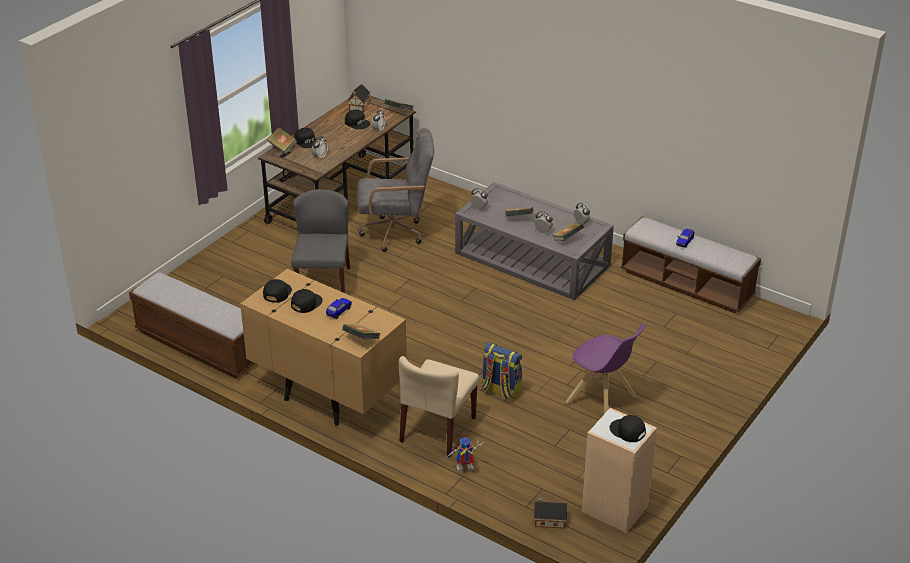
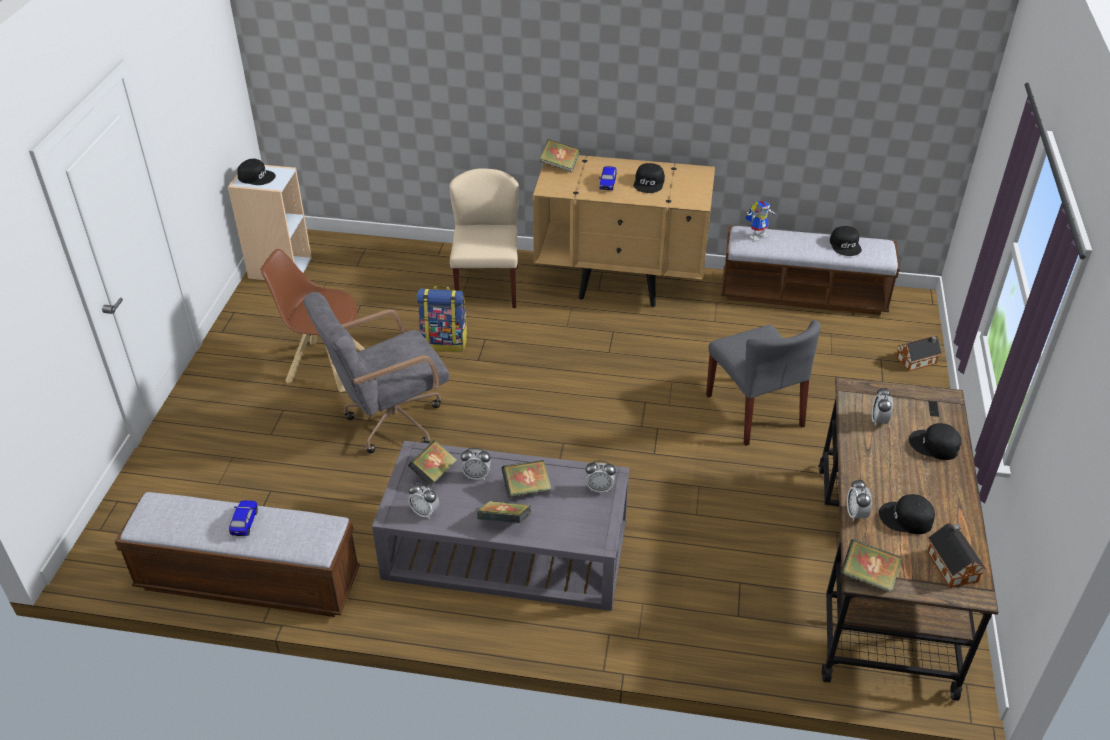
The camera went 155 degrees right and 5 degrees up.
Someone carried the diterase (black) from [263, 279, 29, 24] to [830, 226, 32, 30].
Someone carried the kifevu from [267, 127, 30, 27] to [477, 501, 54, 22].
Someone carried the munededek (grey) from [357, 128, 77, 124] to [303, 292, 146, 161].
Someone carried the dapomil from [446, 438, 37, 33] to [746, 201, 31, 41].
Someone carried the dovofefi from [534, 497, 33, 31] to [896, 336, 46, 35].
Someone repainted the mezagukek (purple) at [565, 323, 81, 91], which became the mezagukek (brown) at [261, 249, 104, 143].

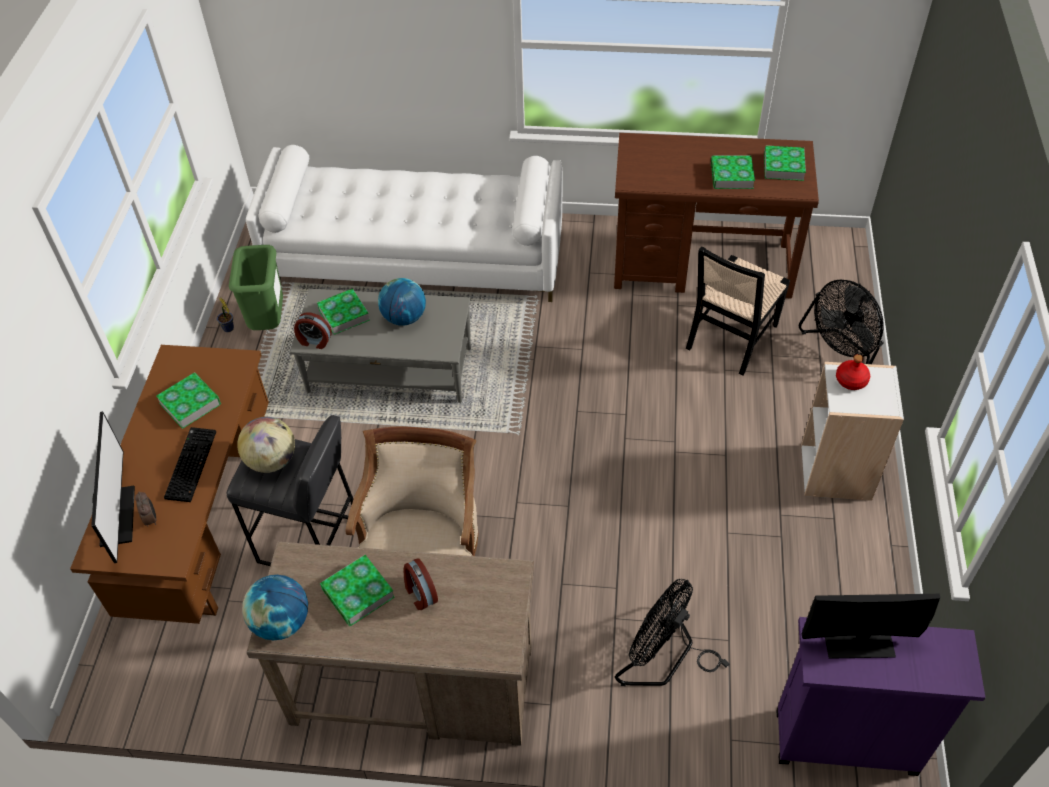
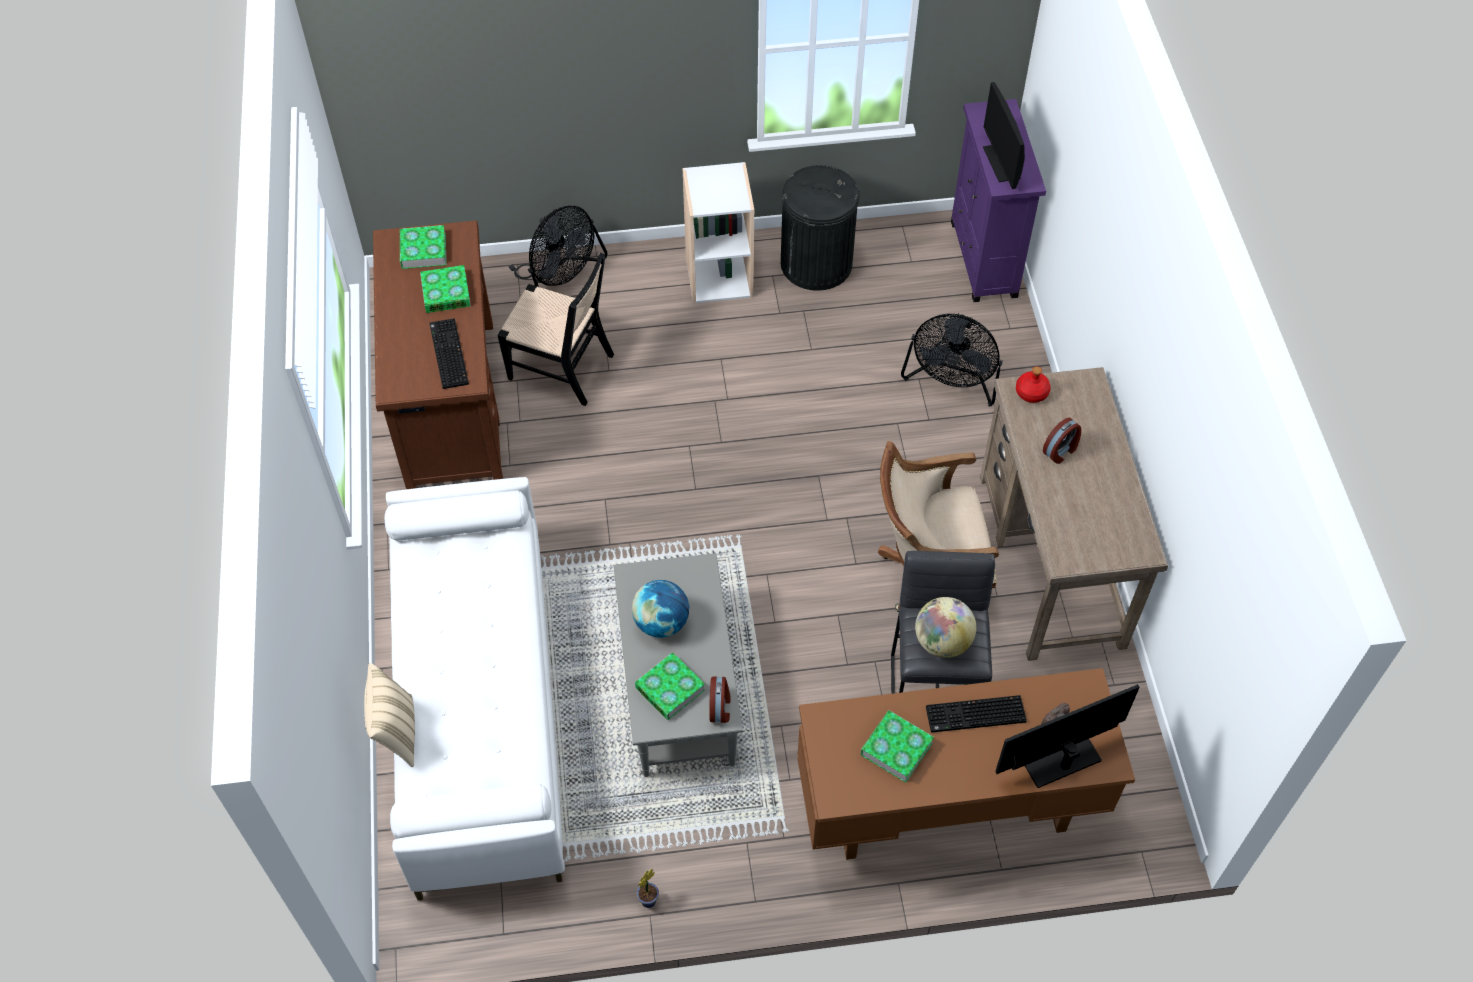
The camera went 105 degrees left and 5 degrees up.
Someone took away the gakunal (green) at [229, 245, 54, 85].
Someone took away the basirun at [242, 575, 66, 65].
Someone took away the kifevu at [320, 555, 74, 72].
Someone put down the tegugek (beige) at [364, 663, 51, 104].
Someone put down the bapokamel at [429, 318, 40, 71].
Someone put down the gakunal (black) at [781, 165, 79, 126].
Someone carried the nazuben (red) from [836, 354, 34, 36] to [1016, 366, 35, 37].

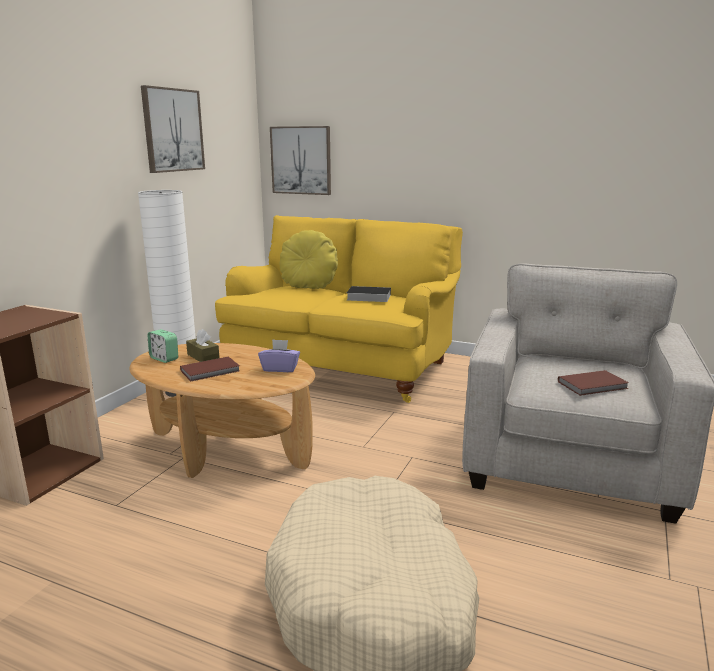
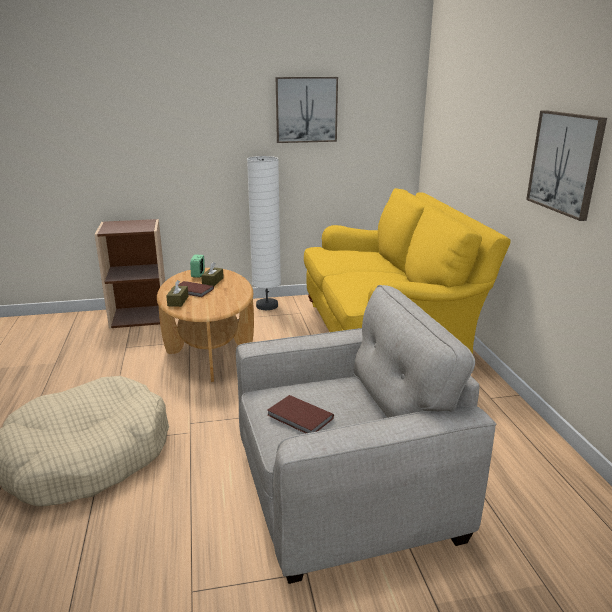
The camera went 55 degrees right and 5 degrees up.
Someone took away the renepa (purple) at [258, 339, 42, 33].
Someone took away the tegugek (yellow) at [280, 230, 58, 59].
Someone took away the kifevu at [347, 286, 44, 16].
Someone put down the renepa (brown) at [166, 280, 22, 27].
Someone carried the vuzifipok from [270, 126, 61, 69] to [526, 110, 81, 111].

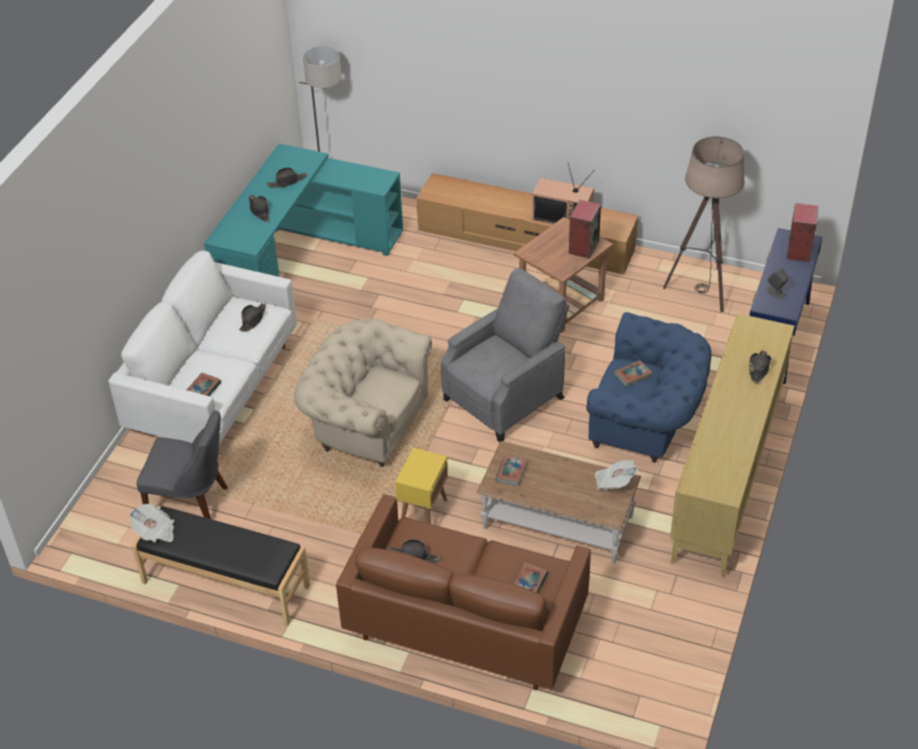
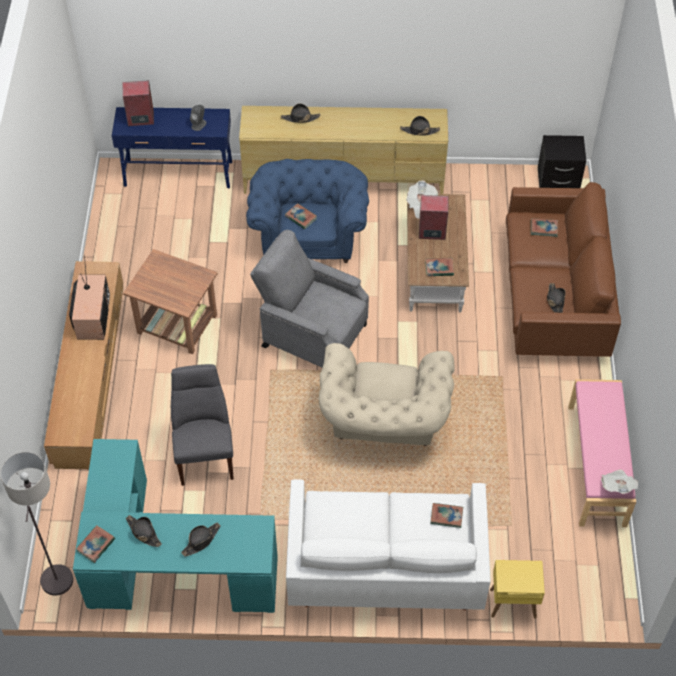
The camera went 110 degrees left and 10 degrees up.
Someone took away the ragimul at [663, 137, 82, 175].
Someone put down the kifevu at [76, 525, 39, 38].
Someone put down the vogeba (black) at [538, 135, 48, 53].
Someone carried the mezagukek (grey) from [136, 410, 92, 109] to [171, 364, 63, 122].
Someone carried the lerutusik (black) from [239, 303, 27, 29] to [400, 116, 40, 19].
Someone carried the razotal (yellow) from [395, 448, 53, 76] to [490, 560, 55, 58].
Someone carried the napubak from [569, 200, 32, 59] to [419, 195, 30, 45].
Someone repainted the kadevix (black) at [132, 506, 179, 121], which became the kadevix (pink) at [568, 379, 68, 148].

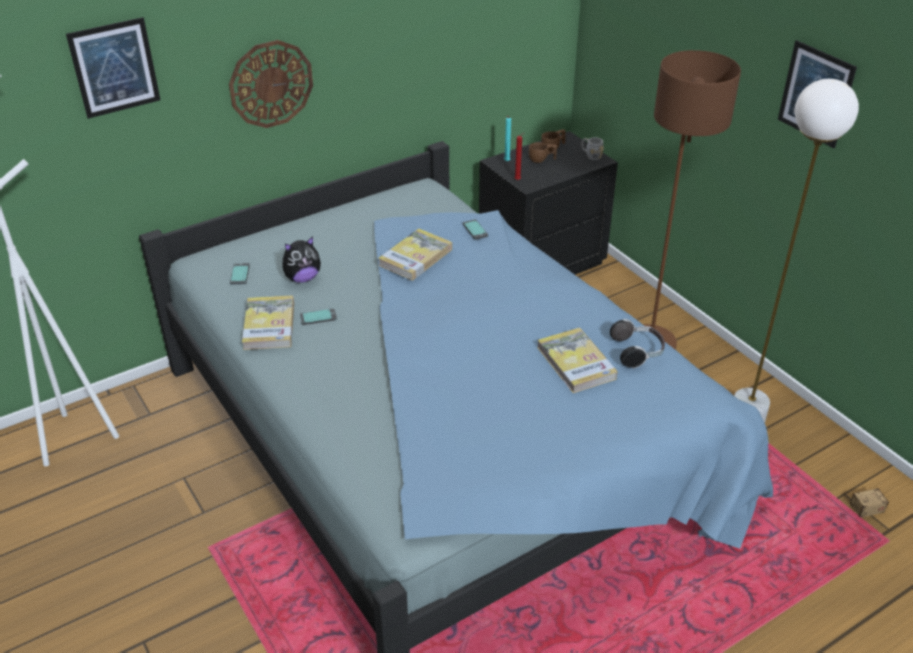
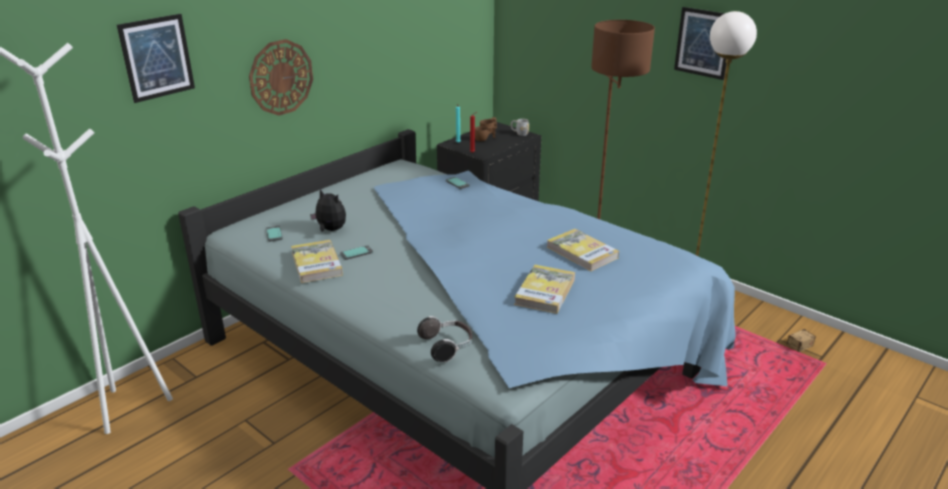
The camera went 15 degrees left and 10 degrees down.
Someone carried the kifevu from [378, 229, 74, 52] to [514, 264, 61, 50].
Someone carried the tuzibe from [610, 319, 55, 50] to [417, 316, 55, 47].
Someone rotated the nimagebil at [282, 237, 39, 46] by 105 degrees counterclockwise.

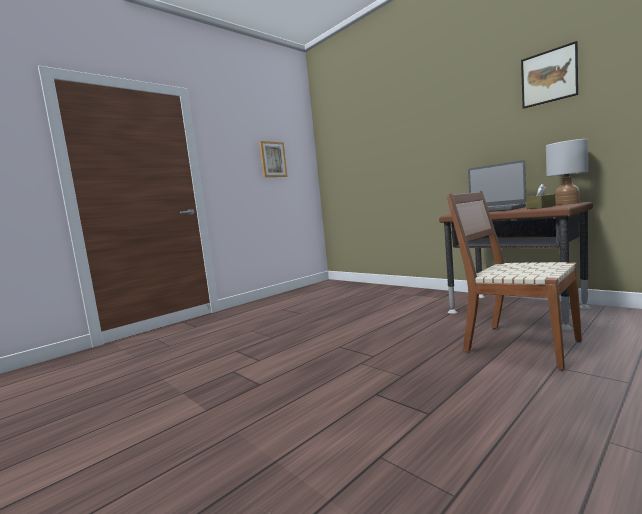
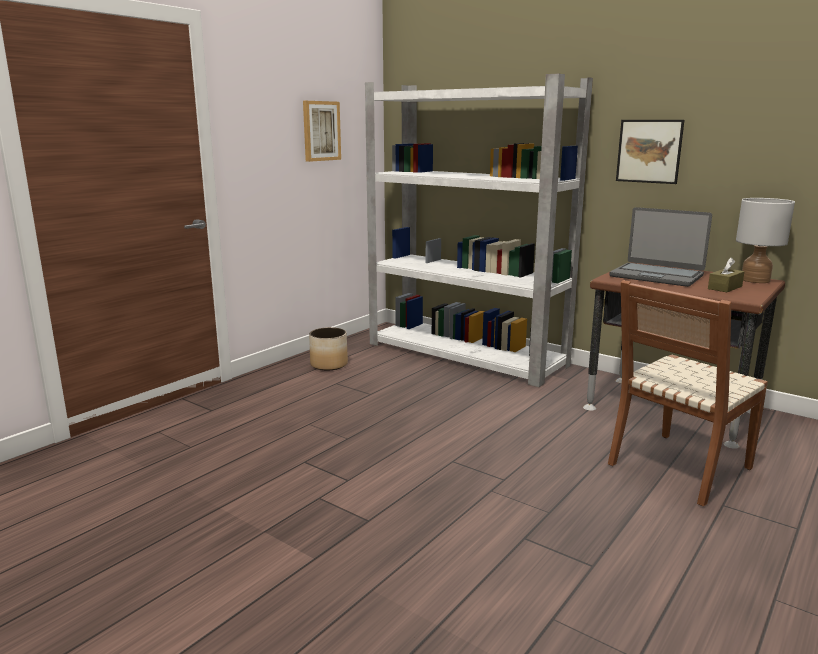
The camera went 10 degrees left and 10 degrees up.
Someone put down the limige at [309, 327, 39, 44].
Someone put down the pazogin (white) at [365, 74, 228, 313].
Someone carried the vuzifipok from [521, 41, 57, 68] to [616, 120, 68, 64].
Someone rotated the mezagukek at [447, 191, 135, 180] by 75 degrees counterclockwise.

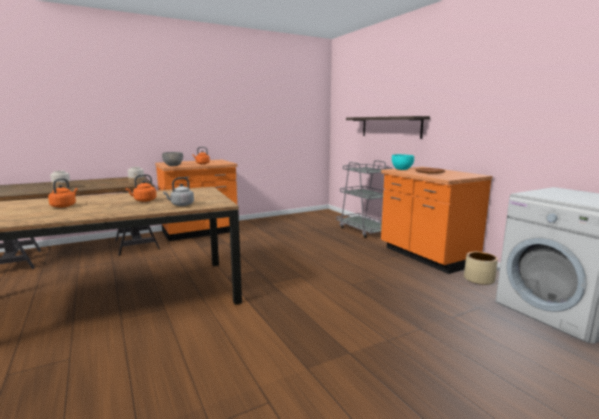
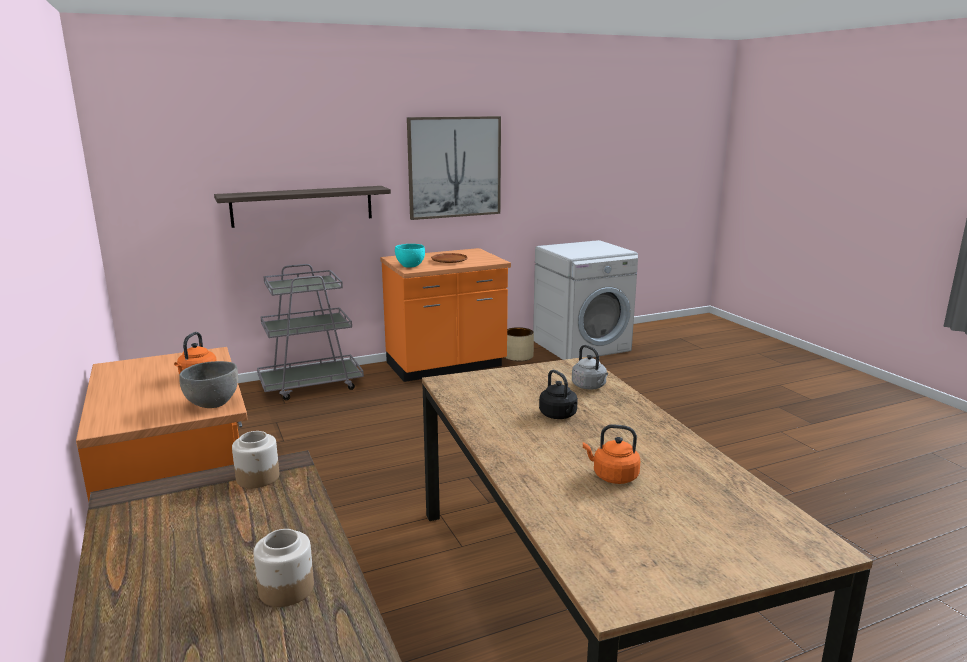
The camera went 85 degrees left and 5 degrees up.
Someone put up the vuzifipok at [407, 116, 94, 104].
Someone repainted the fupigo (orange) at [126, 174, 31, 28], which became the fupigo (black) at [539, 370, 39, 49].

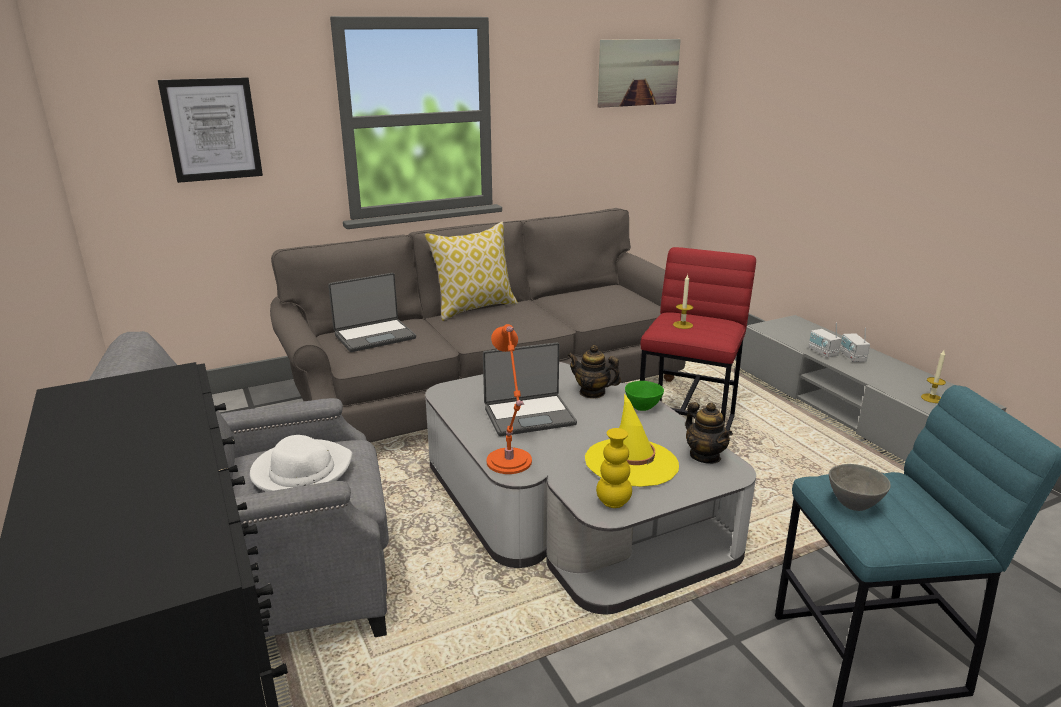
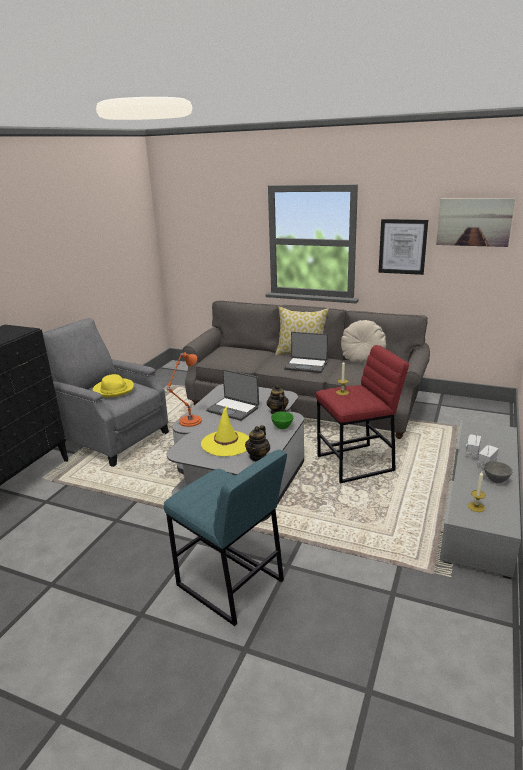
The camera went 50 degrees right and 0 degrees up.
Someone took away the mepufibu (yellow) at [596, 428, 36, 80].
Someone put down the tegugek (beige) at [341, 320, 45, 43].
Someone carried the vuzifipok from [158, 77, 105, 106] to [378, 219, 50, 56].
Someone carried the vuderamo from [328, 273, 88, 79] to [284, 332, 44, 41].
Someone carried the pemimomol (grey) from [829, 464, 62, 47] to [484, 461, 29, 22].
Someone repainted the lerutusik (white) at [250, 435, 102, 57], which became the lerutusik (yellow) at [93, 374, 41, 23].

